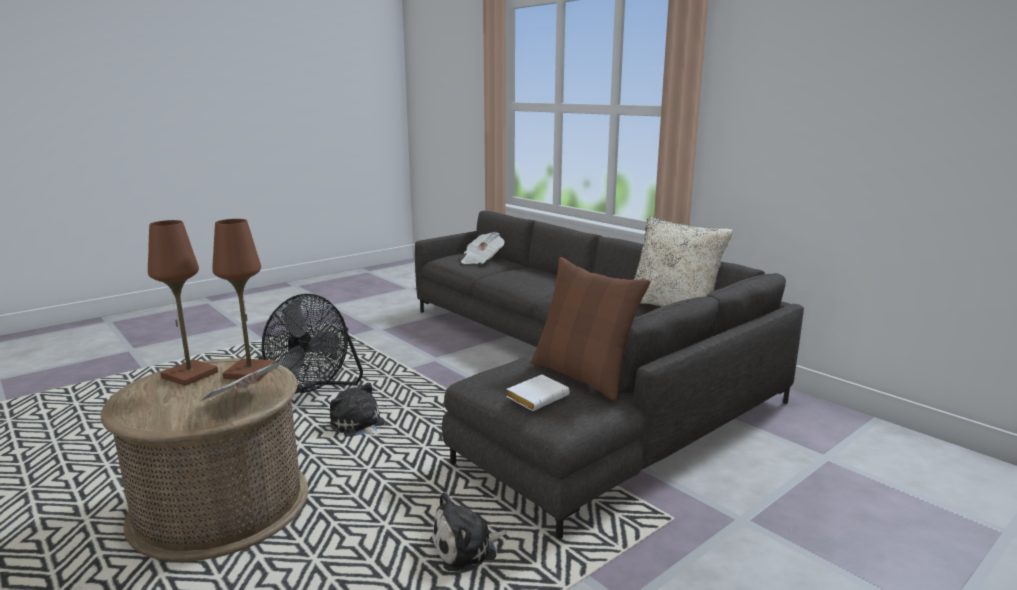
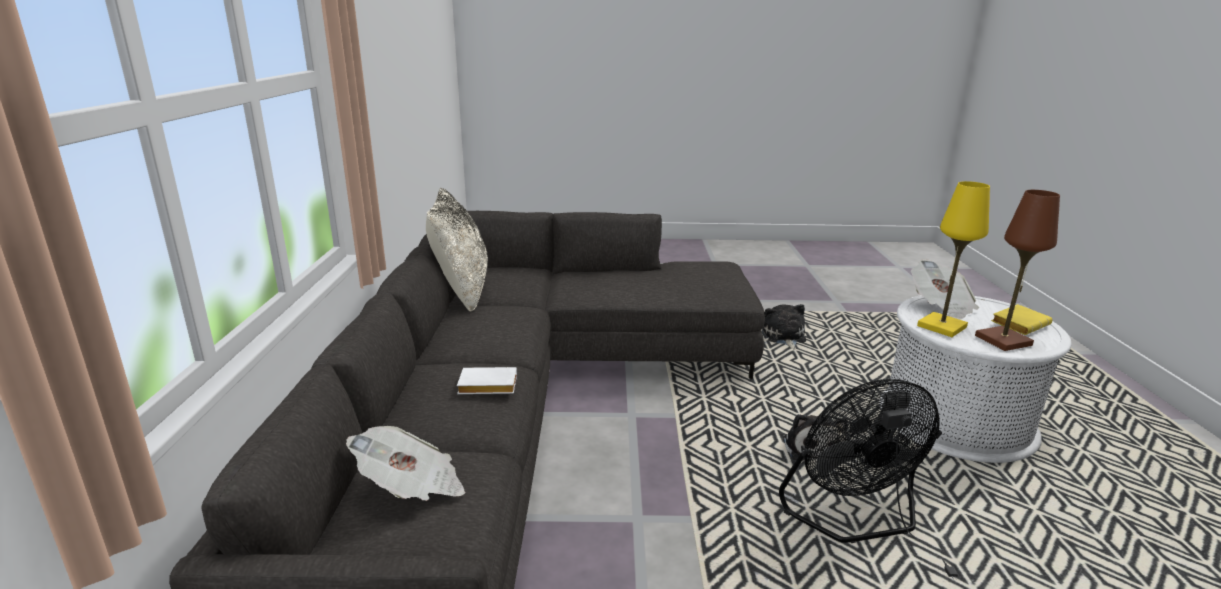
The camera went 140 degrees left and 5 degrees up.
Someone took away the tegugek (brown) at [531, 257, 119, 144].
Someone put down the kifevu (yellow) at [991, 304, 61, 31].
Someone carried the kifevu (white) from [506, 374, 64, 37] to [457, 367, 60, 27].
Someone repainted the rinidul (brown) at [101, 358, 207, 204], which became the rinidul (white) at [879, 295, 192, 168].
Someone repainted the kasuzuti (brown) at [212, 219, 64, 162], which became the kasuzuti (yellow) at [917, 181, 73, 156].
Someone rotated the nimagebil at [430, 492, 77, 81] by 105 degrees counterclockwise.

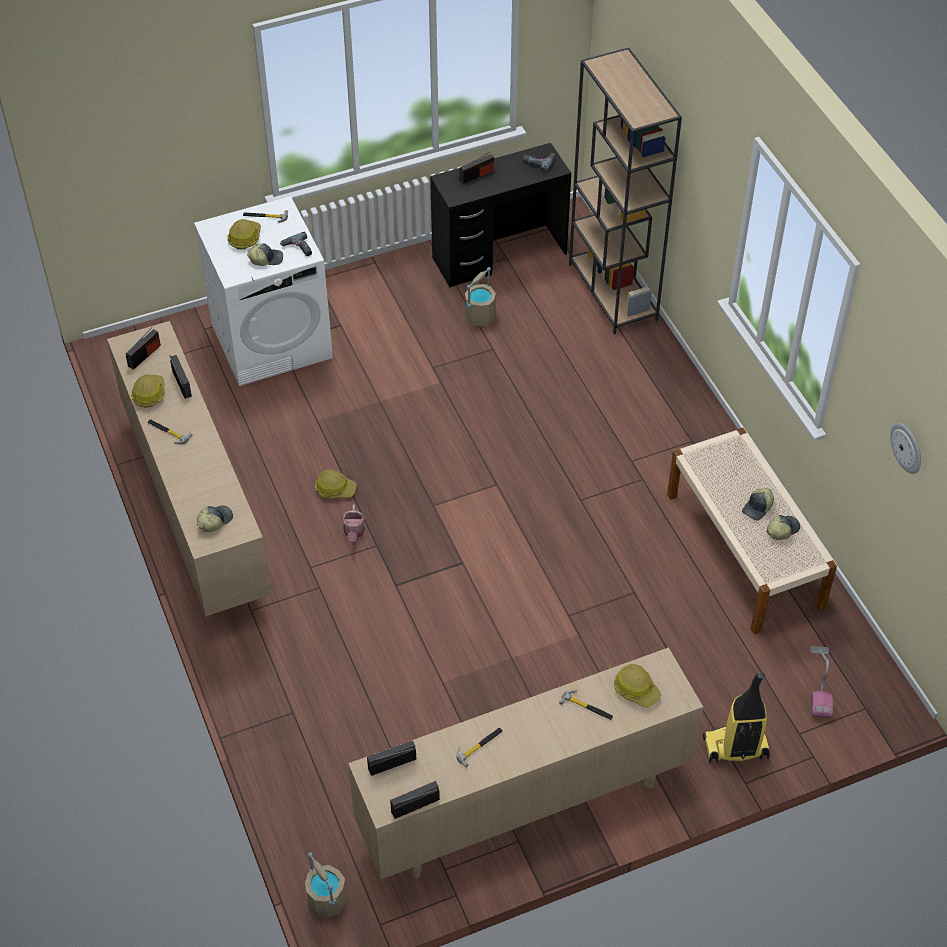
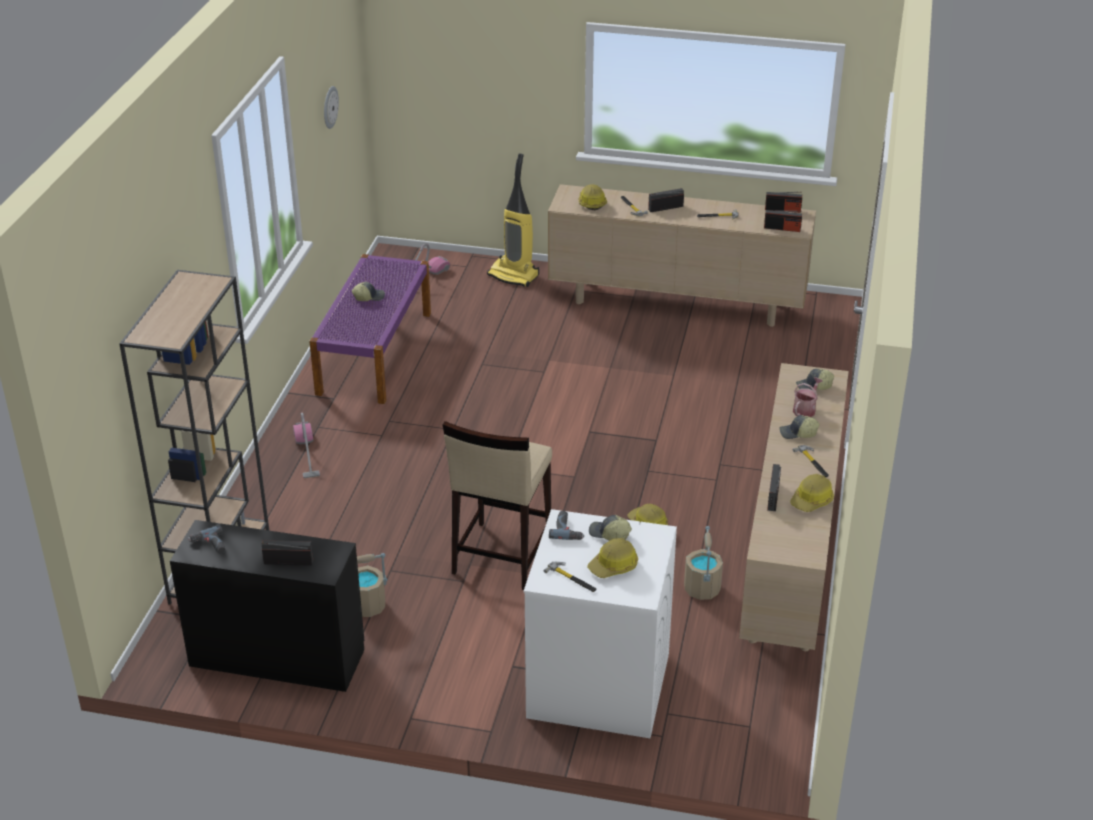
The camera went 145 degrees left and 15 degrees down.
Someone put down the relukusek at [293, 413, 27, 65].
Someone put down the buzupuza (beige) at [443, 421, 109, 169].
Someone carried the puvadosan from [126, 327, 35, 43] to [648, 188, 36, 24].
Someone carried the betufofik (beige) from [305, 852, 42, 66] to [684, 526, 39, 74].
Someone carried the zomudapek from [341, 504, 24, 38] to [793, 377, 30, 40].
Someone carried the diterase from [767, 515, 33, 25] to [779, 415, 41, 24].
Someone repainted the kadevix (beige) at [667, 428, 170, 207], which became the kadevix (purple) at [309, 254, 122, 150].

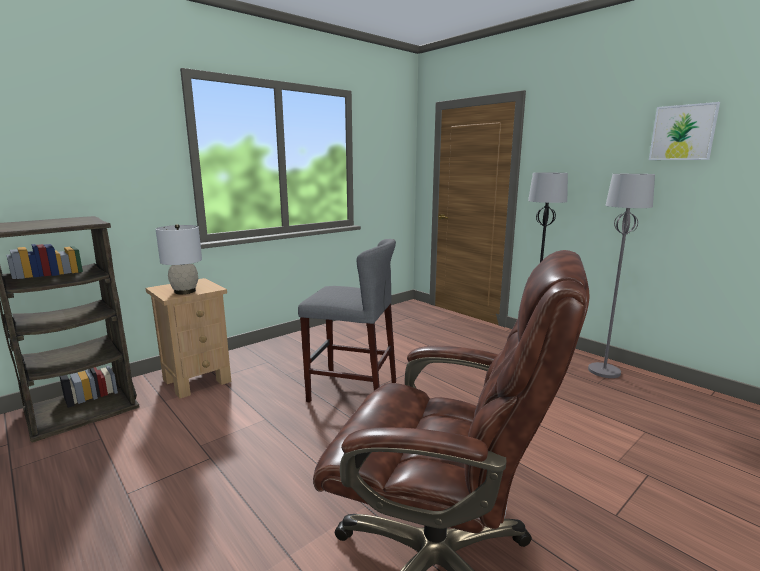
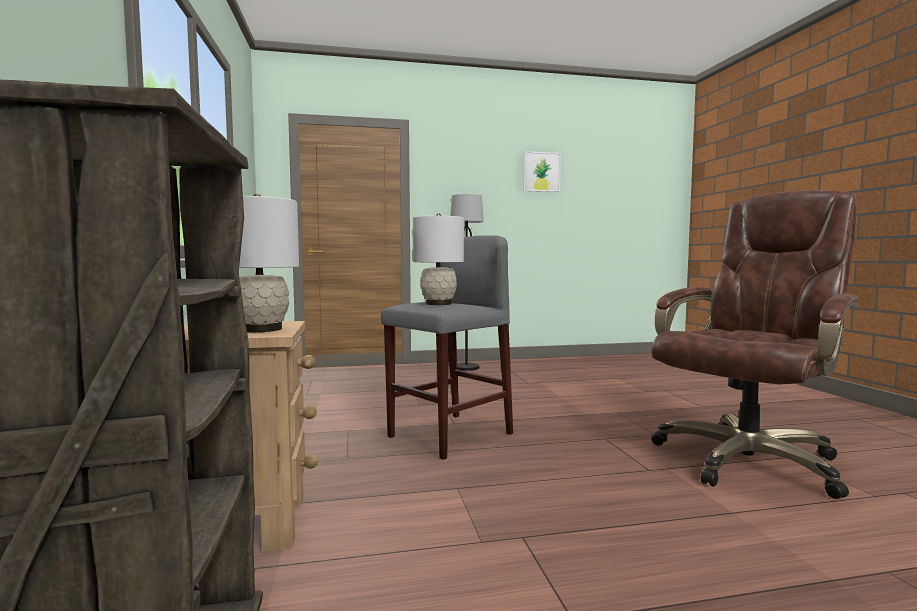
The camera went 60 degrees left and 10 degrees down.
Someone took away the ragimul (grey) at [588, 174, 67, 204].
Someone put down the kasuzuti (white) at [413, 213, 51, 92].

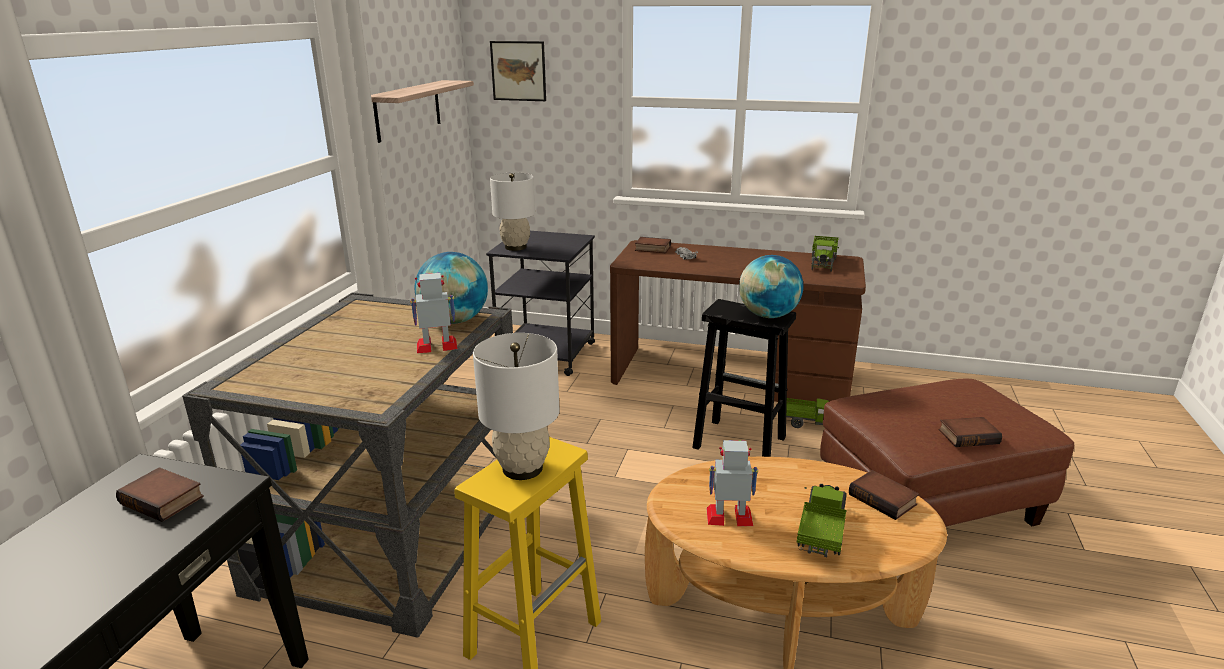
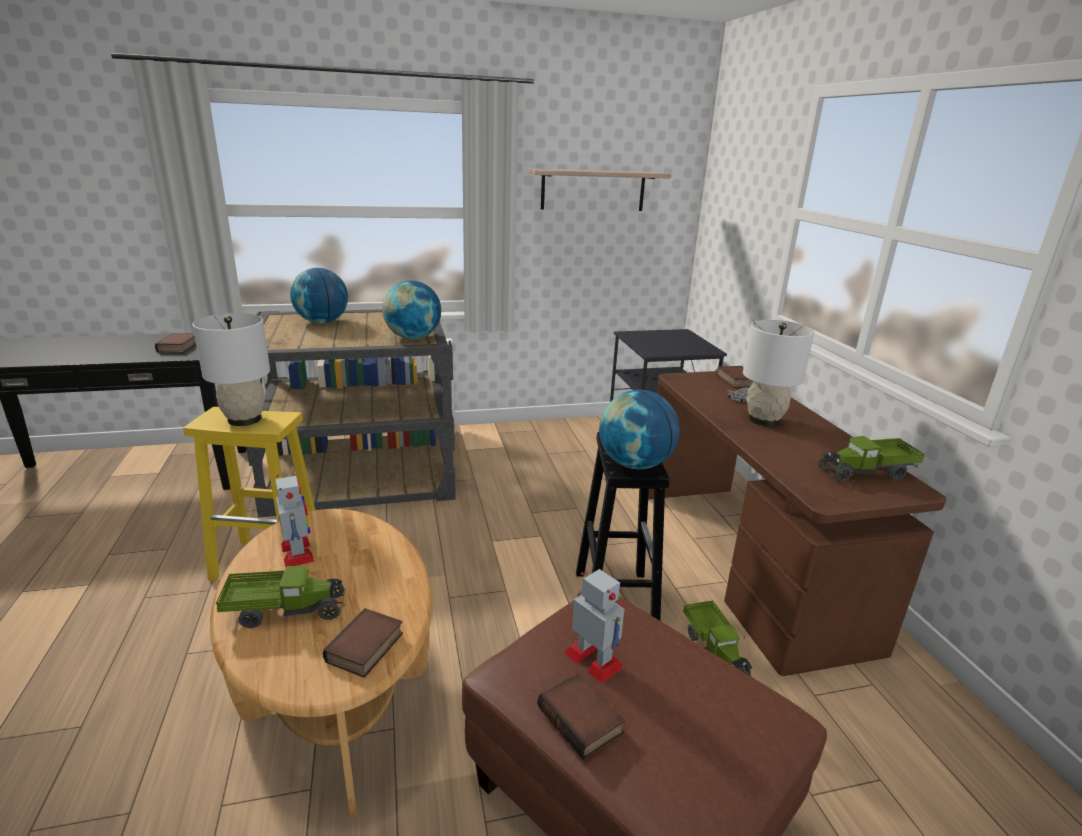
The camera went 60 degrees right and 0 degrees up.
Someone took away the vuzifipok at [490, 41, 56, 60].
Someone put down the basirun at [290, 268, 58, 55].
Someone carried the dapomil from [410, 273, 48, 80] to [564, 569, 60, 114].
Someone carried the kasuzuti (white) from [490, 173, 45, 78] to [743, 320, 71, 106].

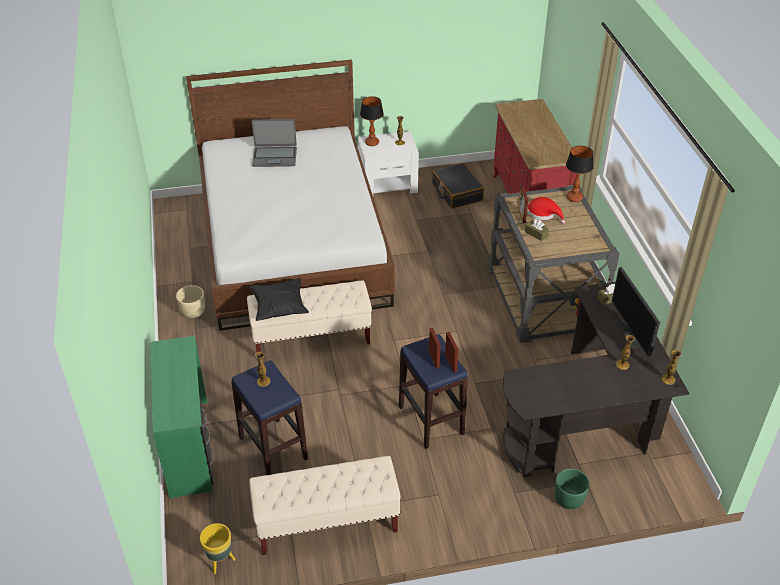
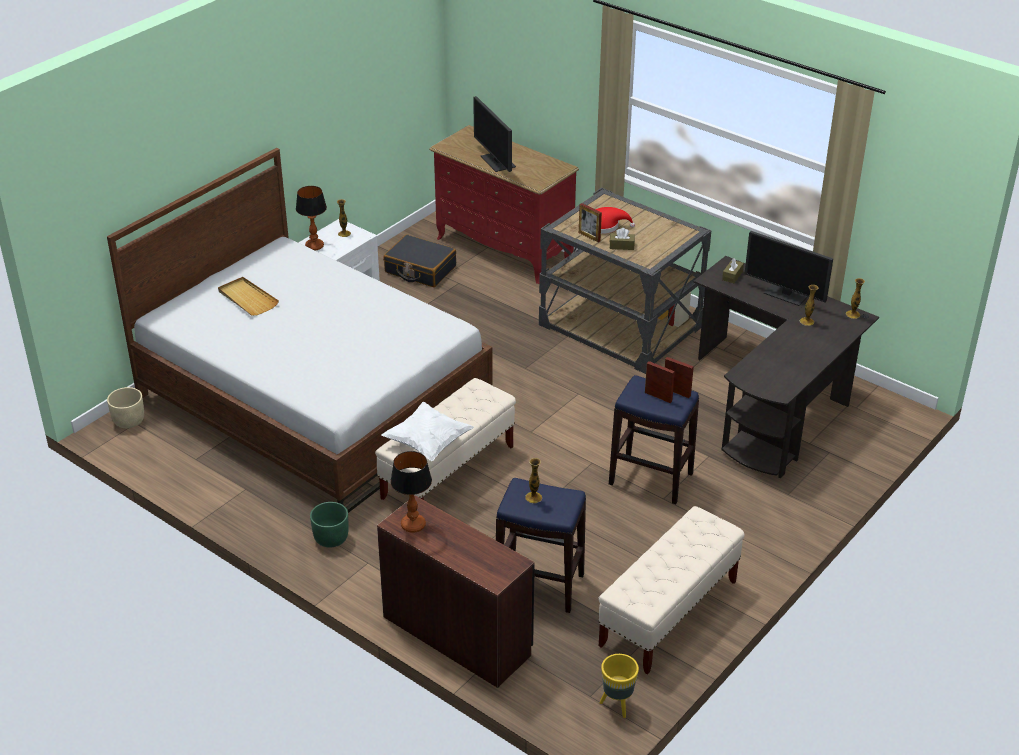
The camera went 40 degrees left and 5 degrees down.
Someone put down the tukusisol at [473, 96, 43, 76].
Someone carried the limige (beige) from [176, 285, 29, 33] to [107, 387, 37, 41].
Someone carried the limige (green) from [555, 469, 34, 40] to [310, 502, 39, 46].
Someone carried the kasuzuti from [566, 146, 28, 56] to [390, 451, 42, 82].
Someone swapped the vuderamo at [252, 119, 45, 48] for the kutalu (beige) at [218, 277, 61, 39].
Someone repainted the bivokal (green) at [150, 336, 65, 162], which became the bivokal (brown) at [377, 496, 158, 192].
Someone repainted the tegugek (black) at [250, 278, 59, 43], which became the tegugek (white) at [381, 402, 93, 59].

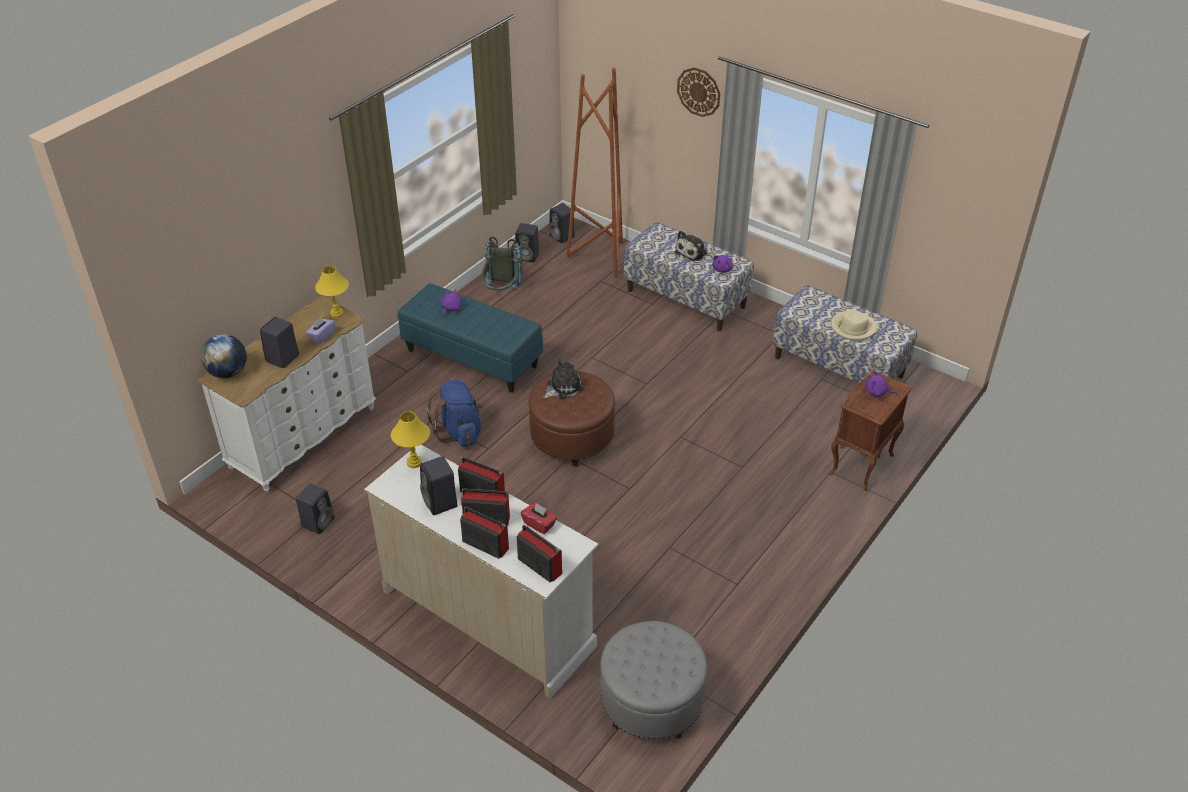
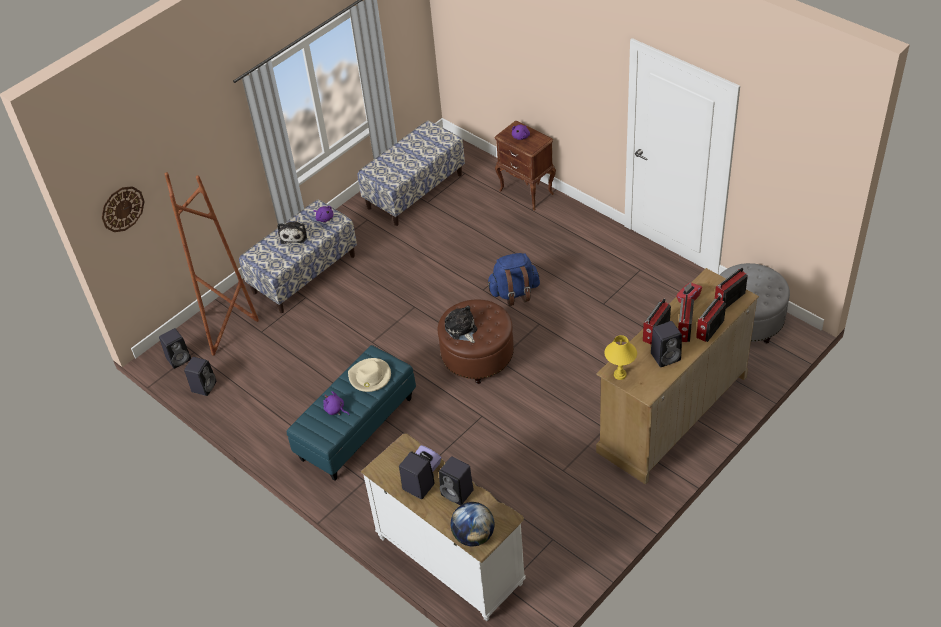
The camera went 80 degrees left and 5 degrees up.
Someone took away the kasuzuti (yellow) at [315, 266, 34, 52].
Someone took away the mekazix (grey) at [481, 237, 42, 53].
Someone carried the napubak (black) from [296, 484, 38, 50] to [399, 451, 36, 48].
Someone carried the mekazix (blue) from [427, 380, 56, 67] to [487, 253, 53, 53].
Someone carried the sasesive from [677, 67, 43, 50] to [101, 186, 44, 46].
Someone carried the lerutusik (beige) from [831, 310, 46, 31] to [348, 358, 43, 34].
Someone repainted the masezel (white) at [364, 445, 235, 254], which became the masezel (brown) at [596, 268, 163, 217].
Someone rotated the nimagebil at [675, 231, 32, 31] by 45 degrees clockwise.

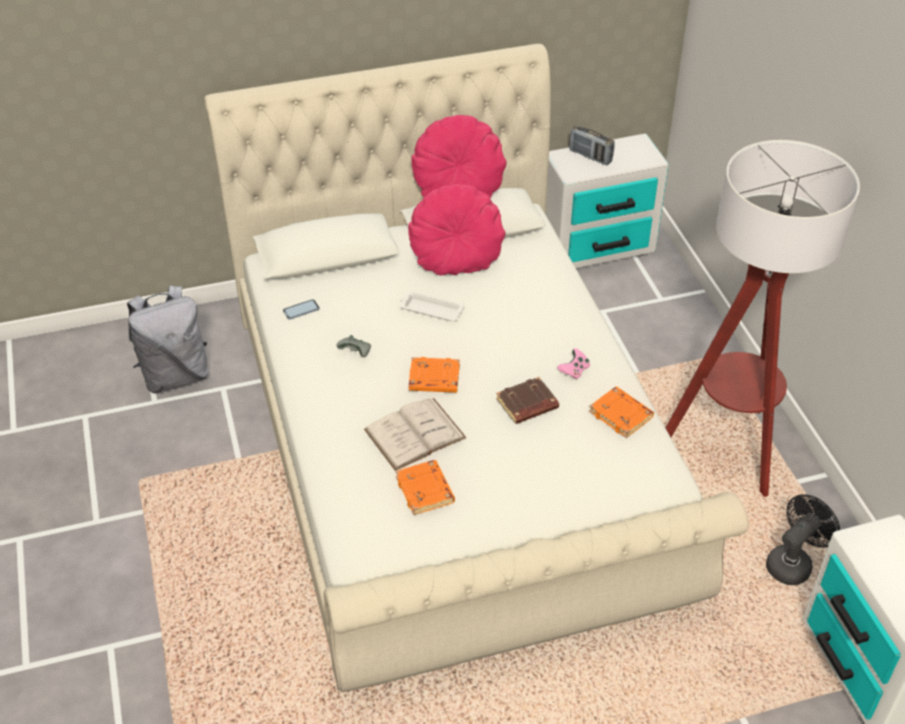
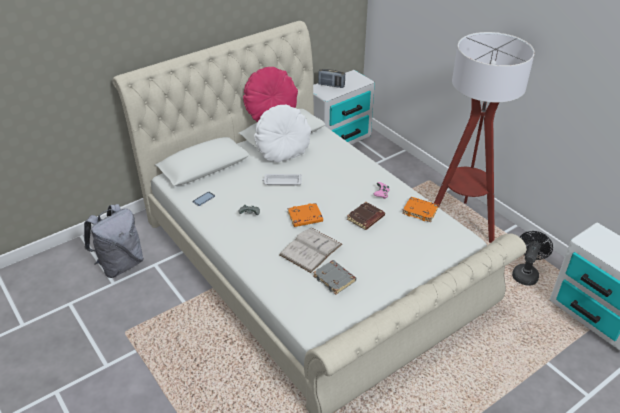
The camera went 20 degrees left and 5 degrees down.
Someone repainted the kifevu (orange) at [395, 460, 60, 55], which became the kifevu (grey) at [313, 260, 43, 35].
Someone repainted the tegugek (pink) at [408, 184, 97, 92], which became the tegugek (white) at [254, 105, 57, 58].

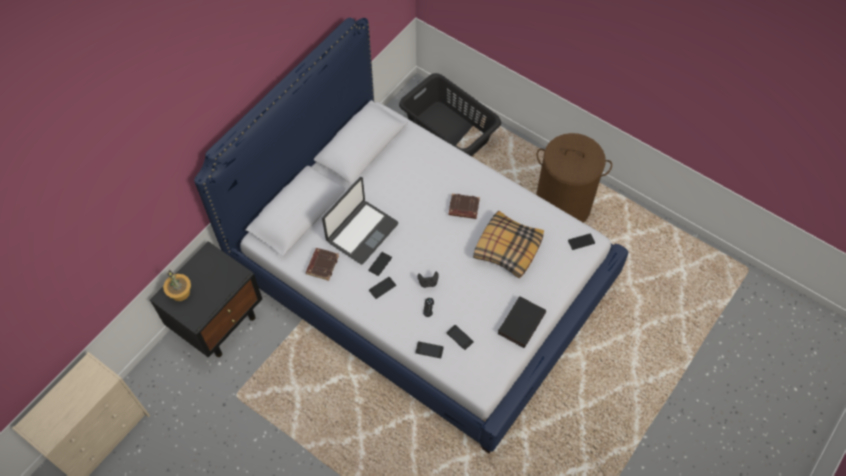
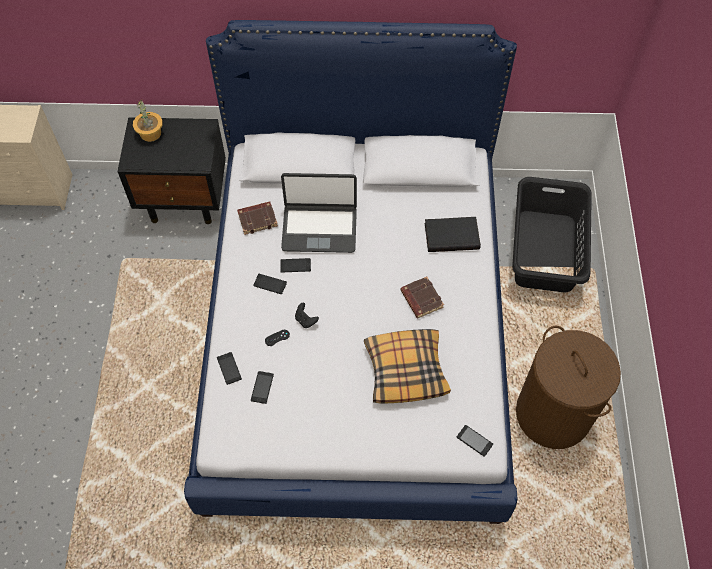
The camera went 55 degrees right and 0 degrees up.
Someone carried the kifevu (black) from [497, 296, 49, 52] to [425, 217, 56, 35].

